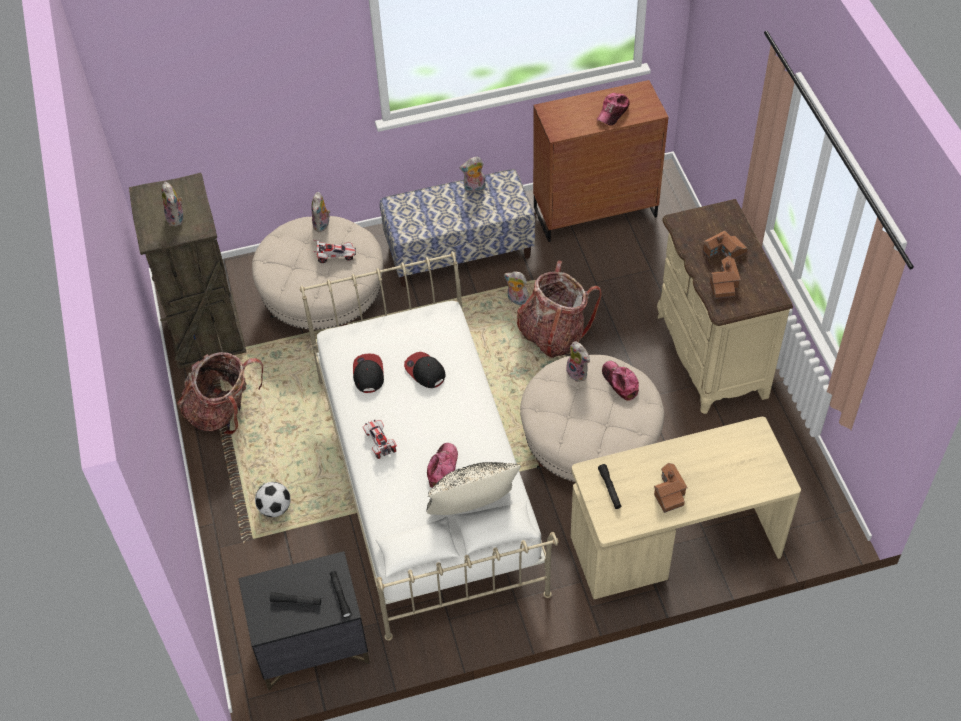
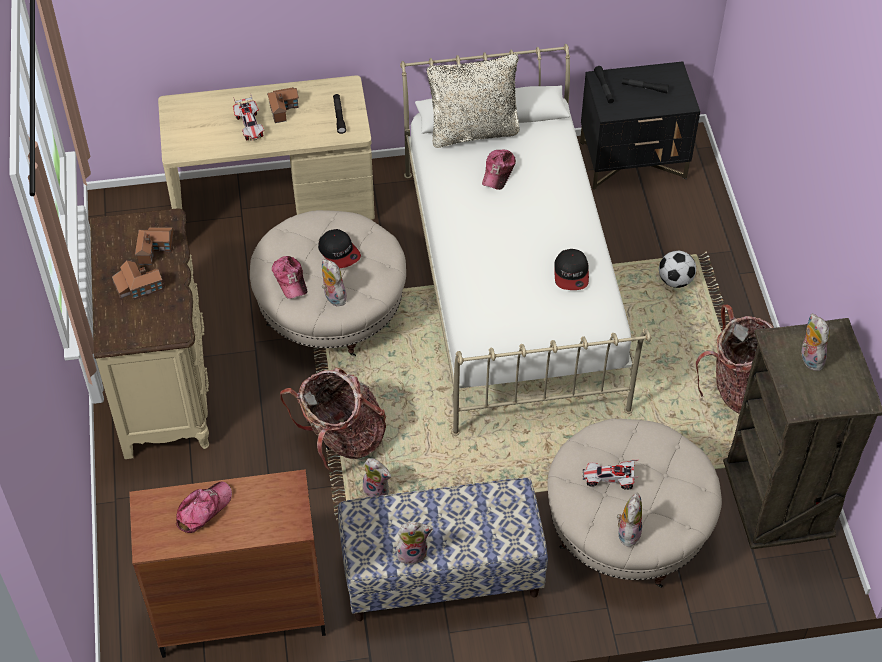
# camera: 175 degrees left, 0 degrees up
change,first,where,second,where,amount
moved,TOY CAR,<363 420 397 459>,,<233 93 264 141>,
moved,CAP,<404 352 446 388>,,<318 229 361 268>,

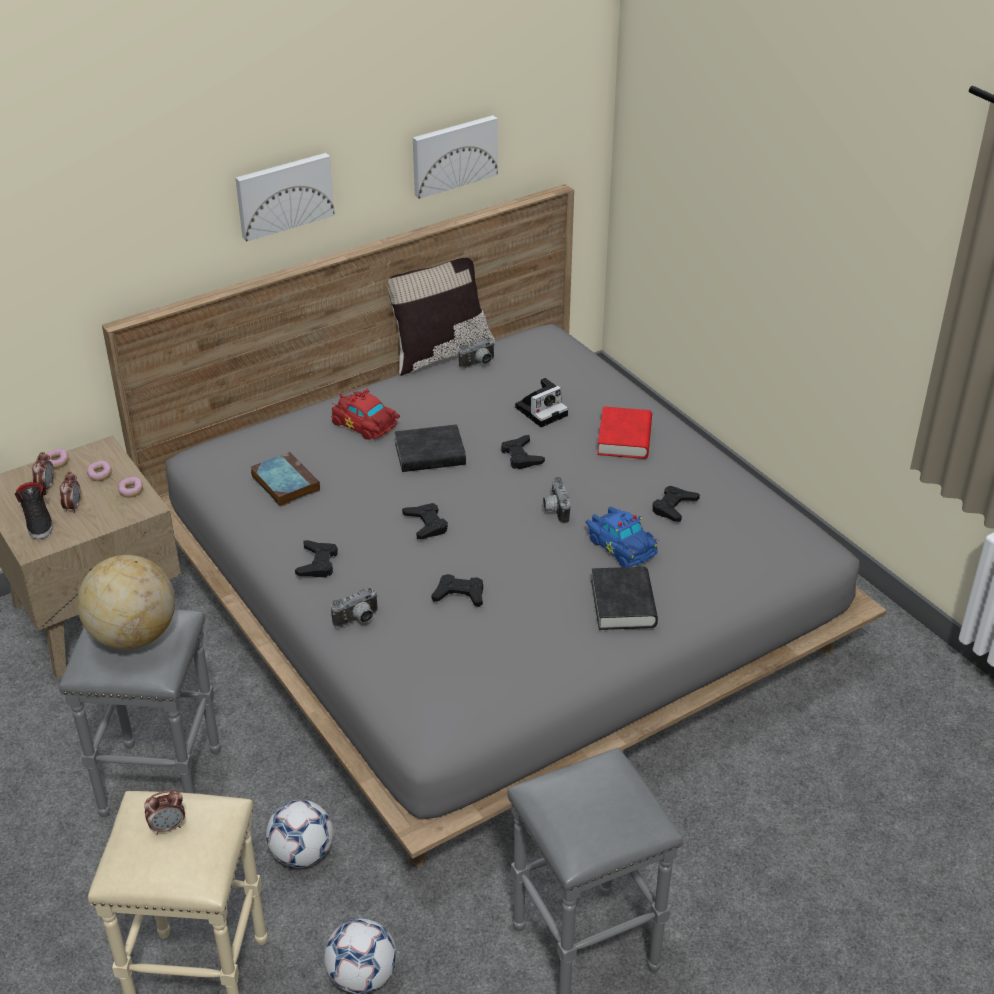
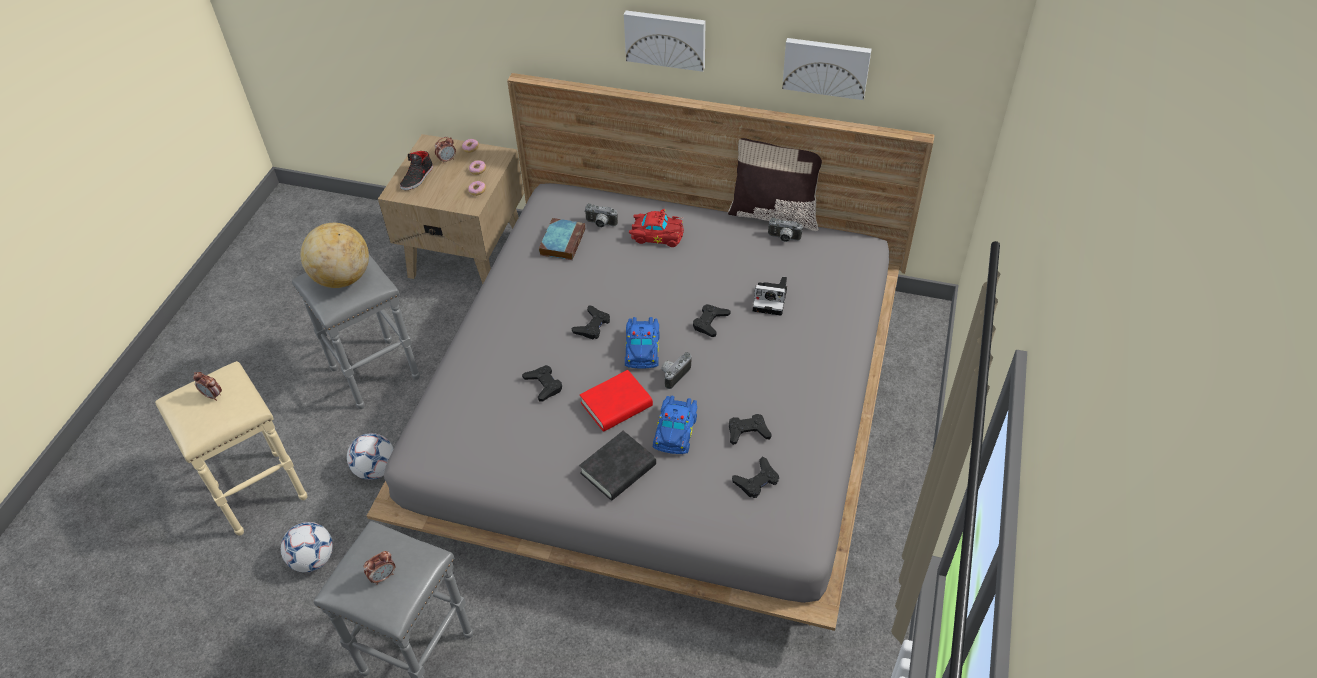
# camera: 50 degrees right, 10 degrees up
change,first,where,second,where,amount
moved,ALARM CLOCK,<59 471 81 513>,,<364 551 395 585>,
moved,RED BOOK,<597 406 652 459>,,<580 370 653 432>,
moved,PHOTO CAMERA,<331 588 378 627>,,<584 203 618 228>,
added,,,BLUE TOY CAR,<625 317 659 369>,
turned,RED TOY CAR,<330 389 400 440>,,<629 209 684 247>,105 degrees clockwise
moved,BLACK GAME CONTROLLER,<295 540 338 577>,,<732 456 779 498>,
removed,BLACK BOOK,<395 424 466 472>,,,

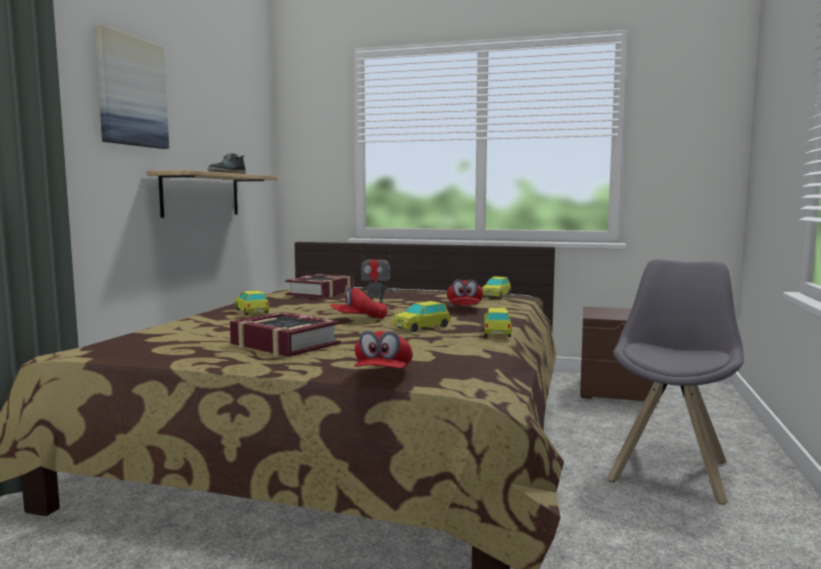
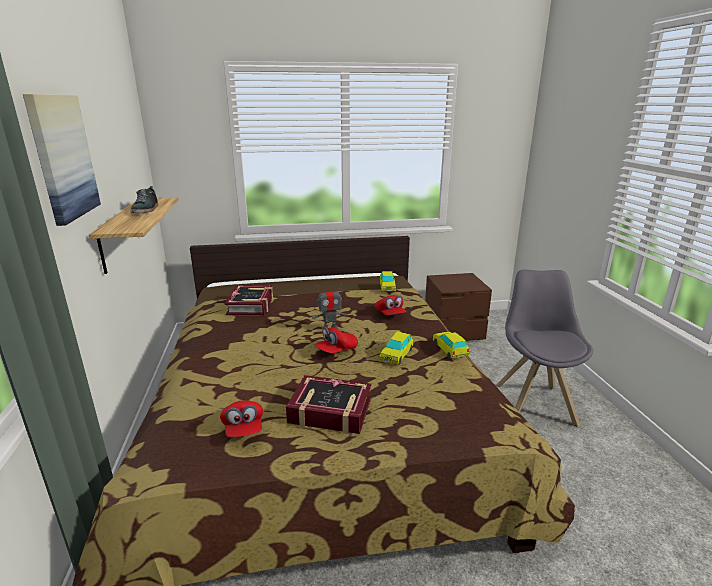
# camera: 25 degrees left, 15 degrees up
change,first,where,second,where,amount
moved,RED CAP,<354 330 413 369>,,<220 400 263 438>,
removed,TOY CAR,<235 290 269 315>,,,

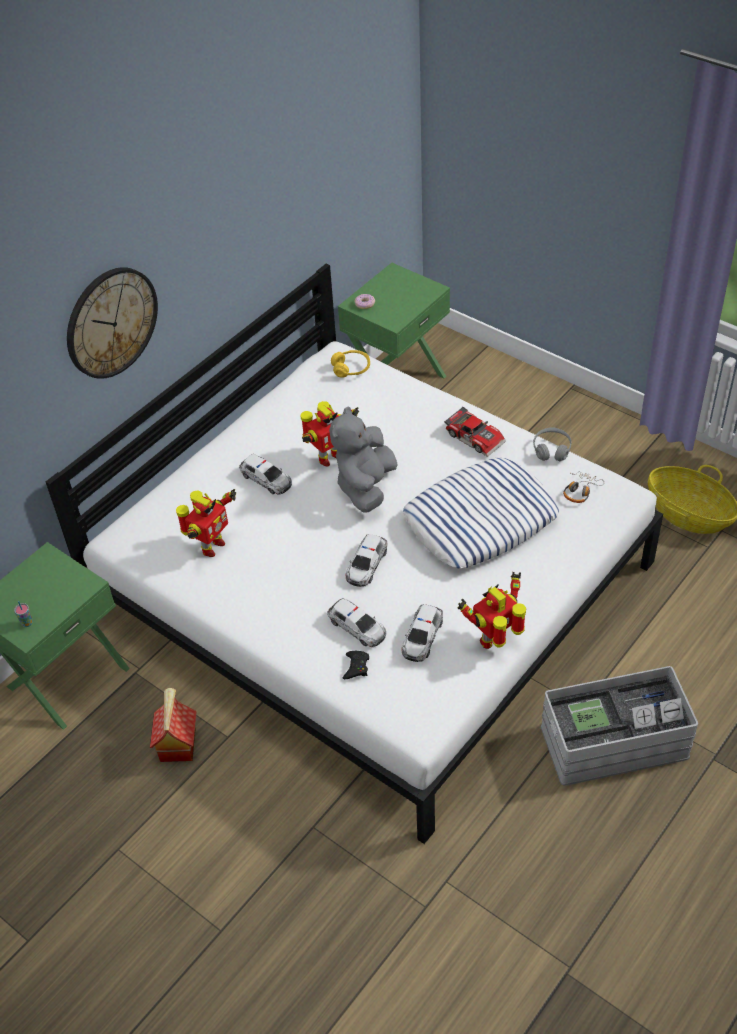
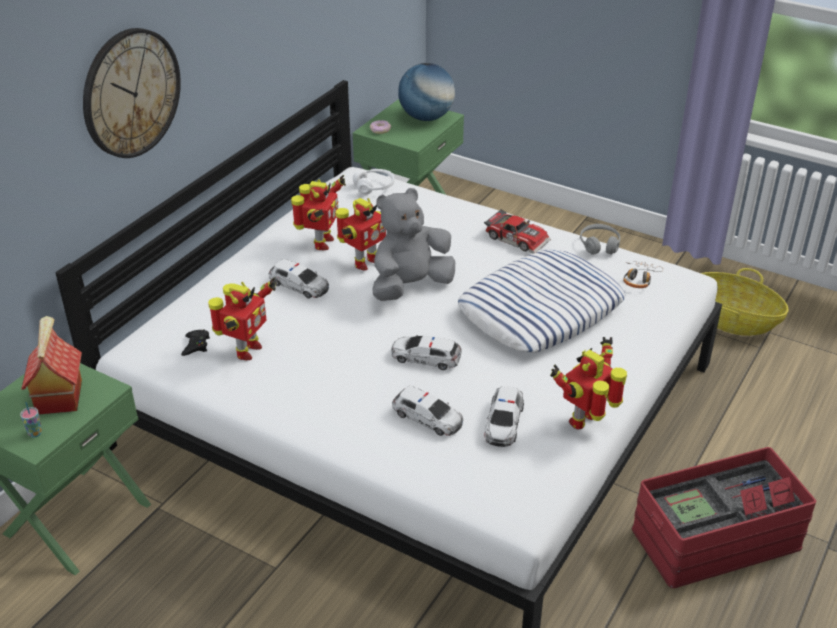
# camera: 10 degrees left, 10 degrees down
change,first,where,second,where,amount
moved,TOY HOUSE,<150 688 197 762>,,<21 316 82 414>,
moved,BLACK GAME CONTROLLER,<343 651 369 679>,,<181 330 210 356>,
added,,,TOY ROBOT,<291 175 346 250>,
recoloured,YELLOW HEADPHONES,<331 350 370 378>,WHITE HEADPHONES,<353 169 394 194>,
turned,GREY PLUSH TOY,<329 406 398 513>,,<372 188 455 301>,45 degrees clockwise
turned,TOY CAR,<346 534 388 587>,,<391 335 462 370>,90 degrees clockwise
added,,,GLOBE,<398 63 455 121>,
recoloured,GREY STORAGE BOX,<541 666 698 786>,RED STORAGE BOX,<632 447 816 588>,

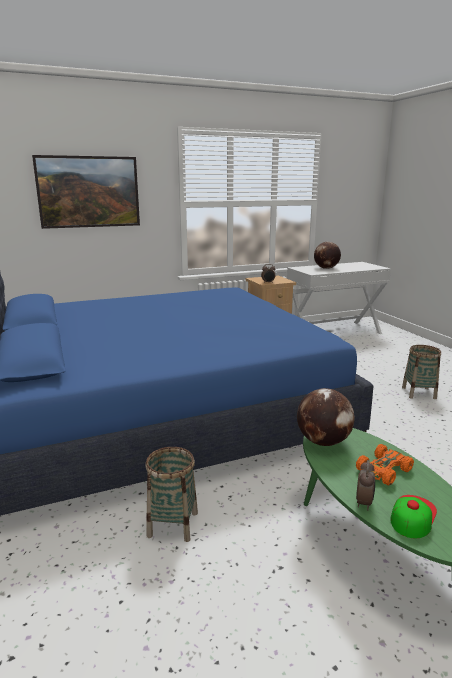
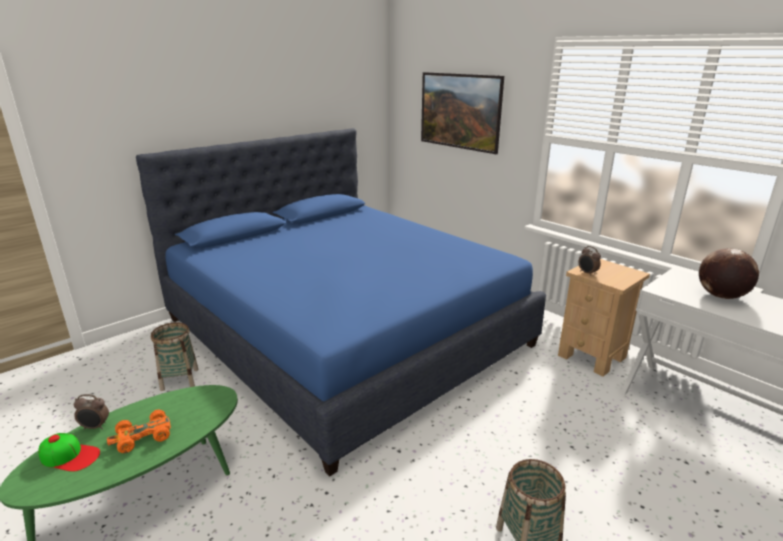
# camera: 70 degrees right, 5 degrees up
change,first,where,second,where,amount
turned,ORANGE TOY CAR,<356 444 414 485>,,<107 410 171 453>,60 degrees counterclockwise
removed,GLOBE,<297 388 355 446>,,,

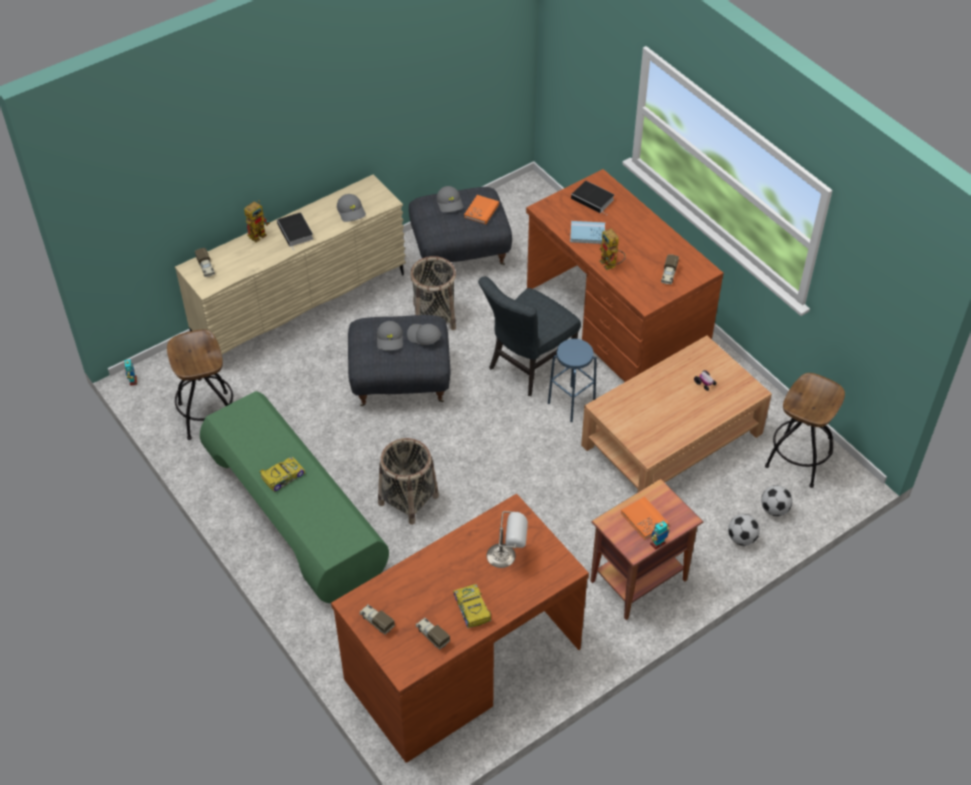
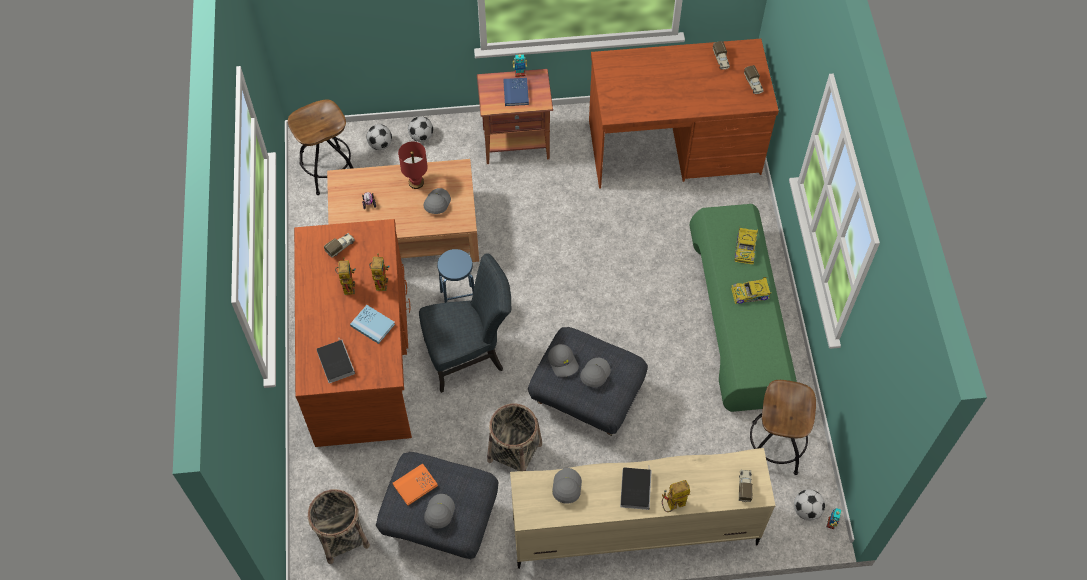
# camera: 150 degrees left, 10 degrees up
change,first,where,second,where,amount
moved,BASKET,<378 438 439 525>,,<308 489 370 564>,
added,,,TOY ROBOT,<335 257 356 295>,
added,,,RED TABLE LAMP,<398 141 428 189>,
added,,,GREY CAP,<423 188 451 214>,
recoloured,ORANGE BOOK,<621 497 669 540>,BLUE BOOK,<503 78 529 106>,
moved,TOY CAR,<453 584 491 628>,,<734 227 758 264>,
added,,,FOOTBALL,<794 489 825 520>,
removed,WHITE TABLE LAMP,<486 511 528 568>,,,

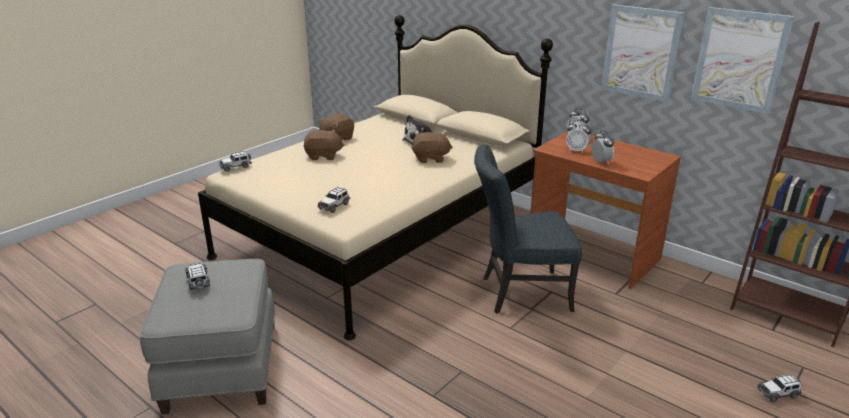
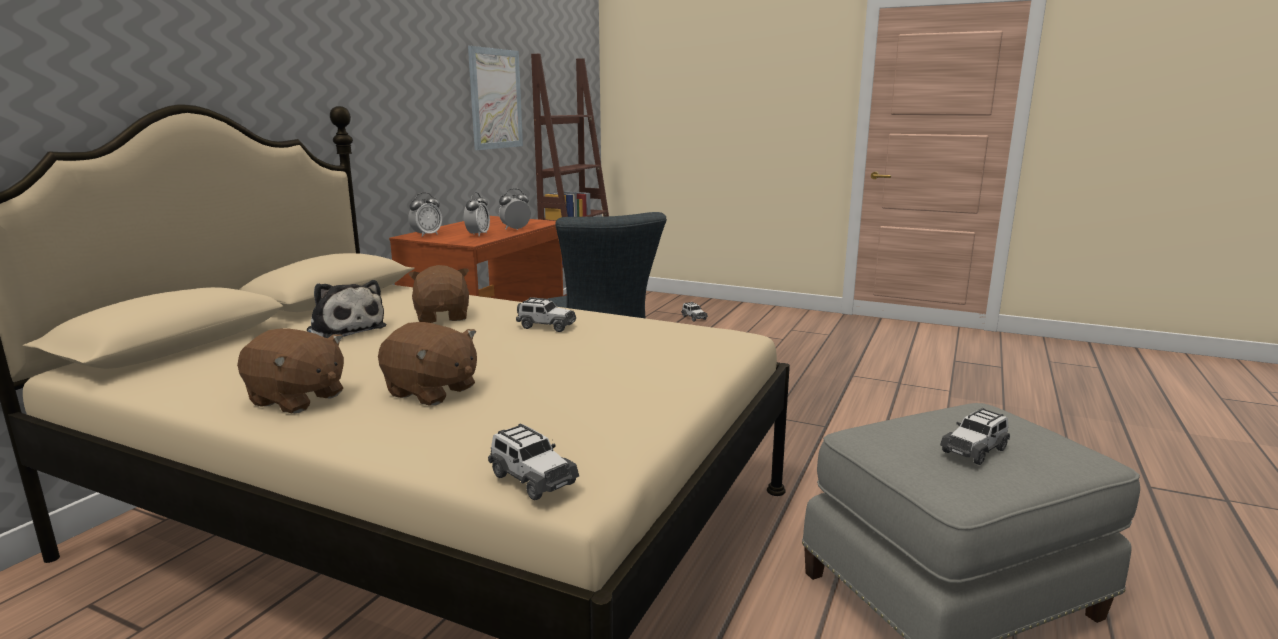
# camera: 105 degrees left, 10 degrees down
change,first,where,second,where,amount
turned,BROWN PLUSH TOY,<303 130 344 160>,,<378 322 477 406>,135 degrees clockwise
moved,TOY CAR,<318 187 350 213>,,<516 297 576 332>,
removed,PICTURE,<602 4 684 102>,,,

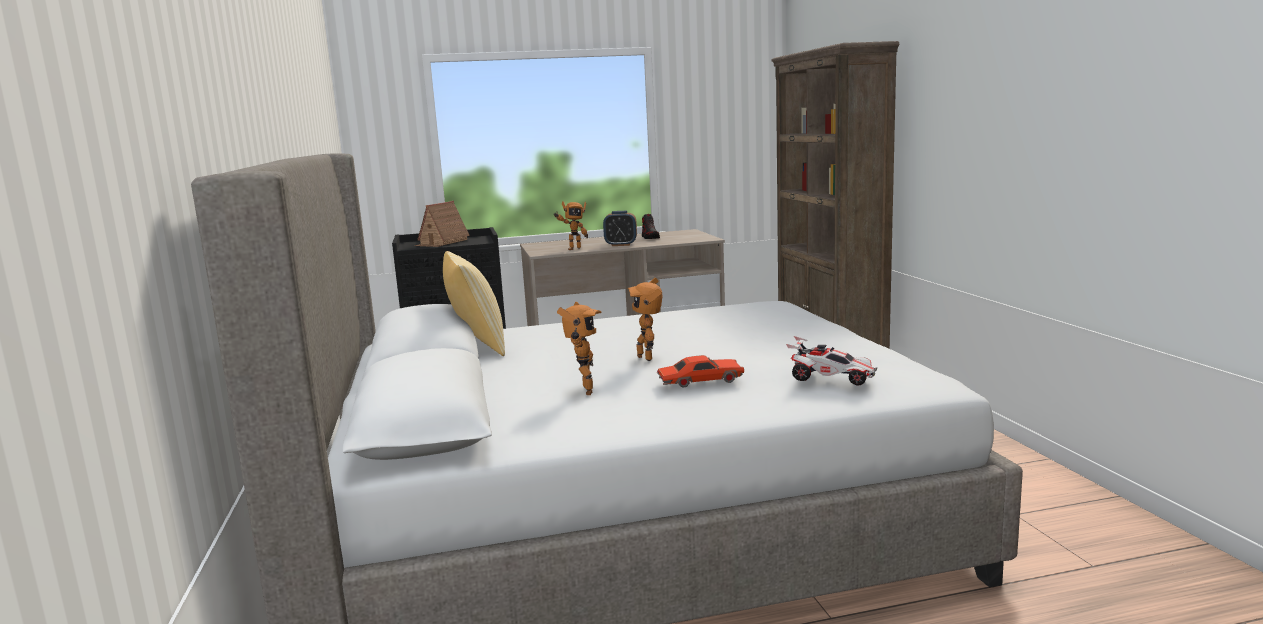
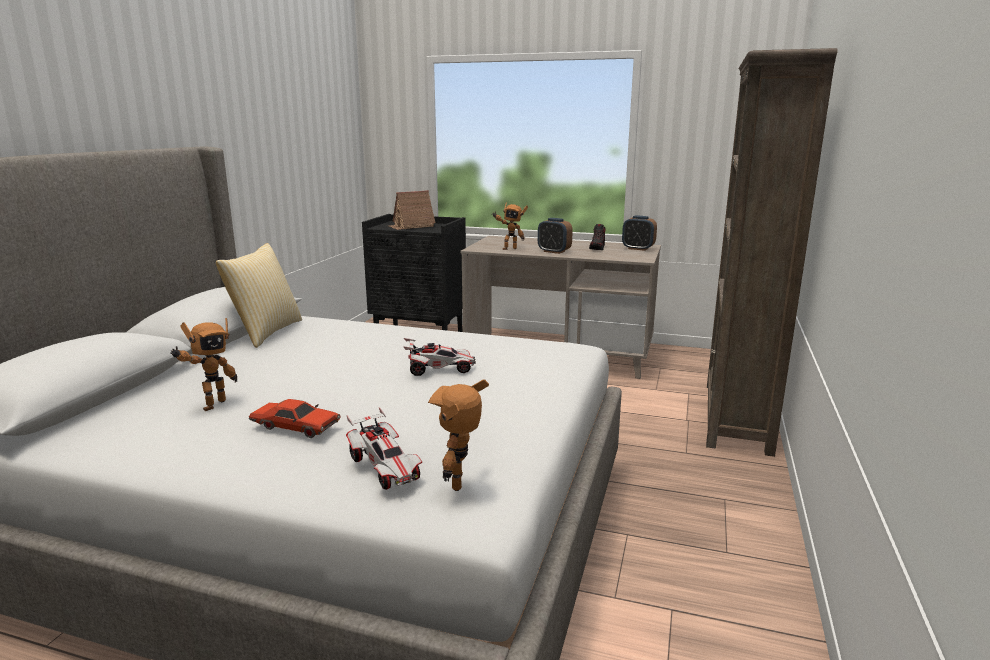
# camera: 30 degrees right, 5 degrees up
change,first,where,second,where,amount
added,,,TOY CAR,<403 338 476 376>,
moved,TOY ROBOT,<627 278 662 361>,,<428 379 489 491>,
added,,,ALARM CLOCK,<622 215 657 251>,

